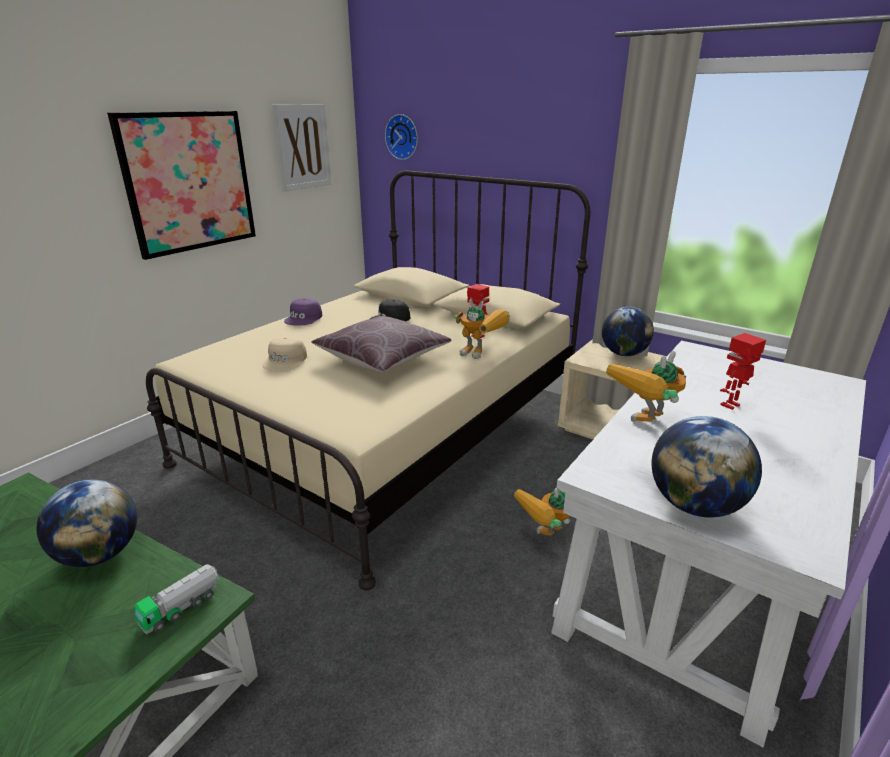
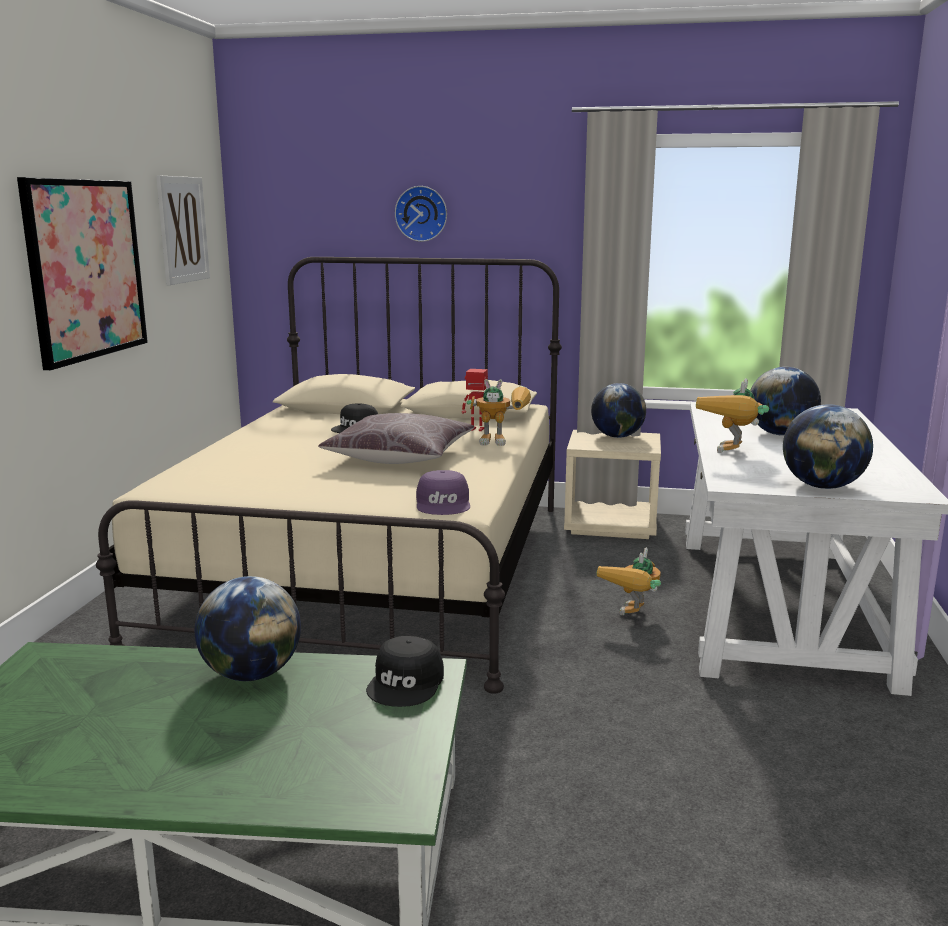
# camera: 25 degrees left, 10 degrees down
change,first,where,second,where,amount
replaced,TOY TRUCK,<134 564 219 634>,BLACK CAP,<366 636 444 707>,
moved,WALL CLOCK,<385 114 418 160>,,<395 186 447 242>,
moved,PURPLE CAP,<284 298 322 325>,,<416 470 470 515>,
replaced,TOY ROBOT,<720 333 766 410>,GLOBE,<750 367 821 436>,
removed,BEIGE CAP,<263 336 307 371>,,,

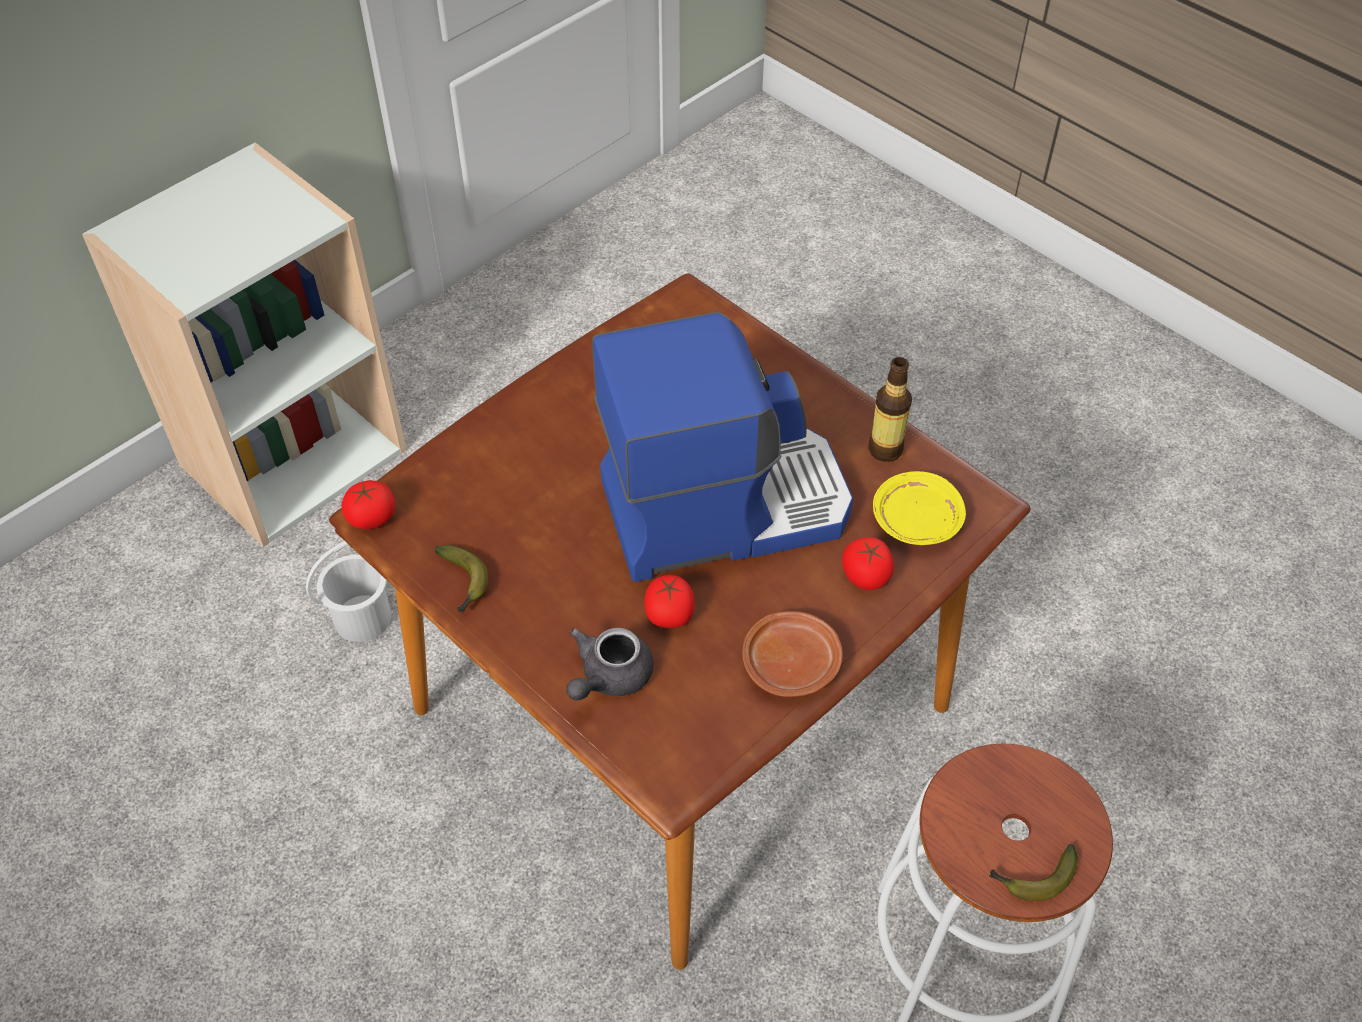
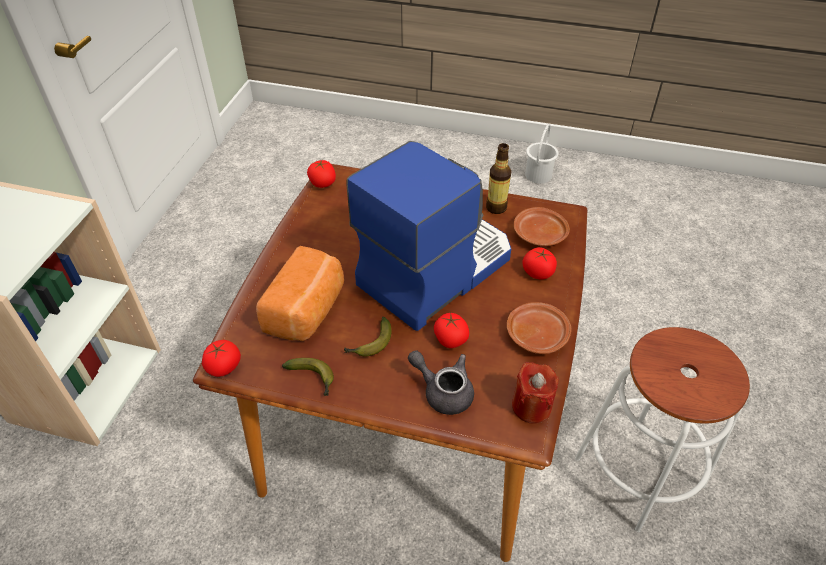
# camera: 30 degrees left, 5 degrees down
change,first,where,second,where,amount
added,,,BREAD,<256 246 344 341>,
added,,,TOMATO,<307 160 336 188>,
moved,BANANA,<989 844 1078 901>,,<344 317 391 356>,
turned,GREY TEAPOT,<566 628 653 700>,,<408 350 474 415>,120 degrees clockwise
added,,,RED CANDLE,<512 362 559 424>,
recoloured,YELLOW PLATE,<873 471 966 545>,BROWN PLATE,<514 207 570 246>,
moved,WHITE BUCKET,<306 541 391 642>,,<525 124 559 184>,

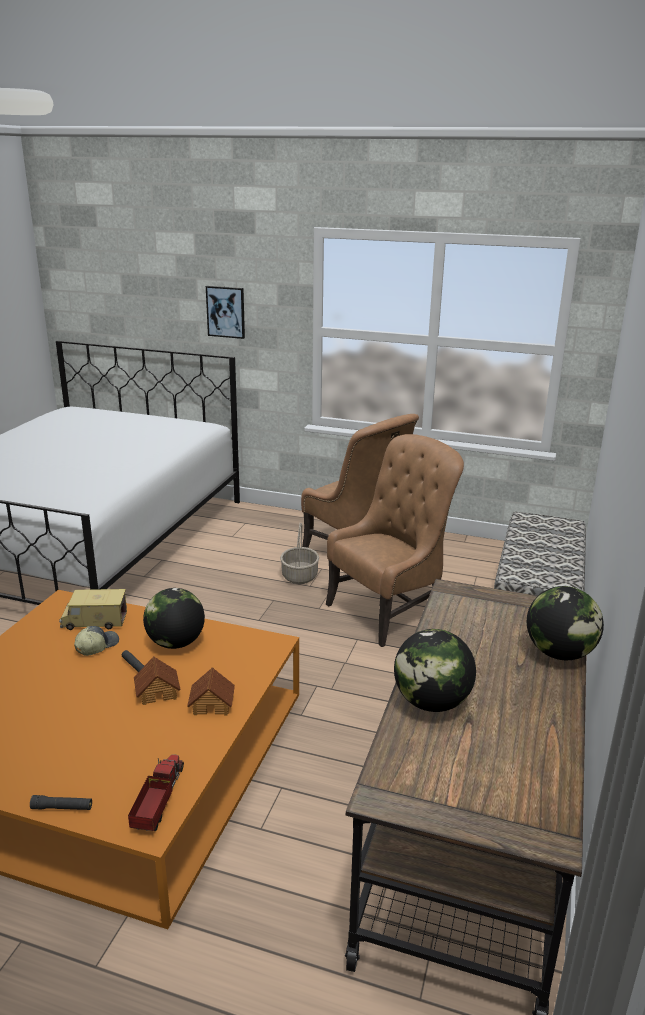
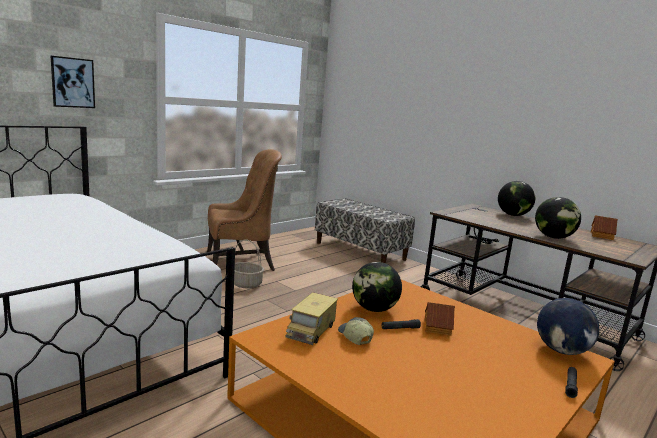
# camera: 65 degrees left, 10 degrees down
change,first,where,second,where,amount
replaced,TOY TRUCK,<128 754 184 831>,GLOBE,<537 298 599 355>,
moved,TOY HOUSE,<187 667 235 715>,,<591 216 618 240>,
removed,BROWN CHAIR,<326 434 464 647>,,,

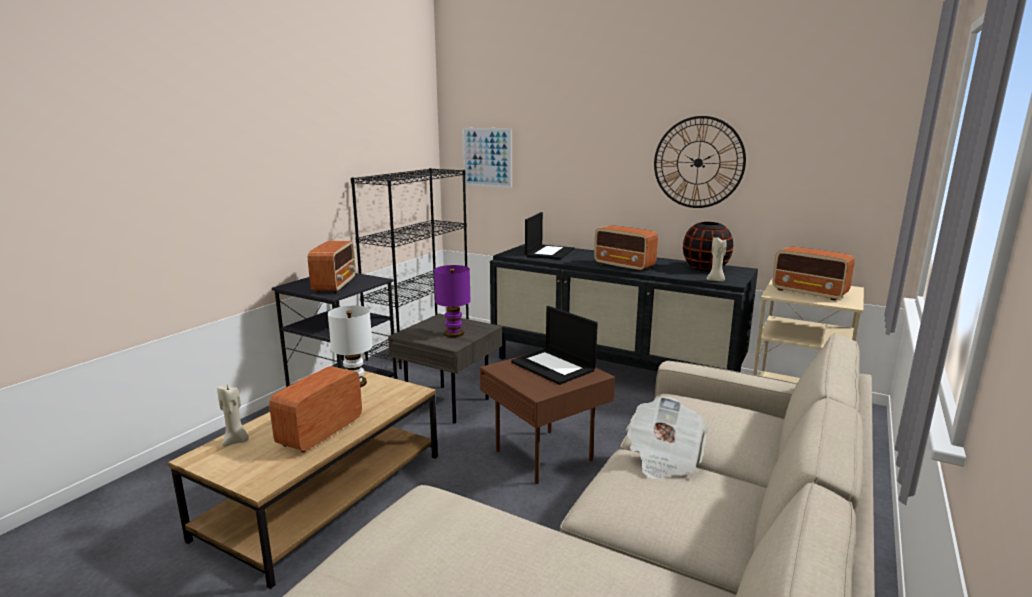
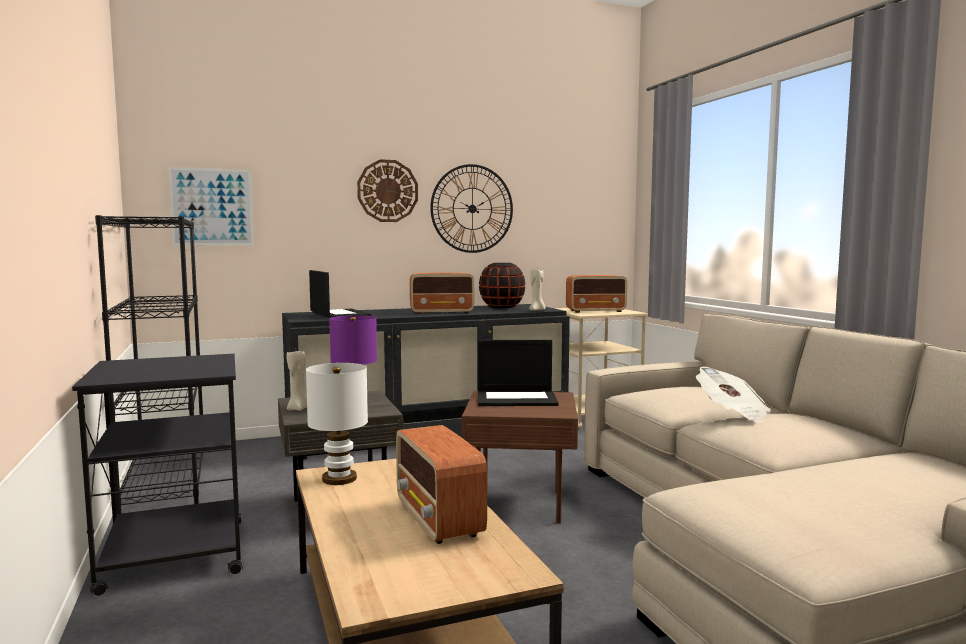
# camera: 50 degrees left, 10 degrees down
change,first,where,second,where,amount
moved,BEIGE CANDLE,<217 384 249 447>,,<287 351 307 411>,
added,,,WALL CLOCK,<357 159 418 222>,
removed,RADIO,<308 241 356 293>,,,

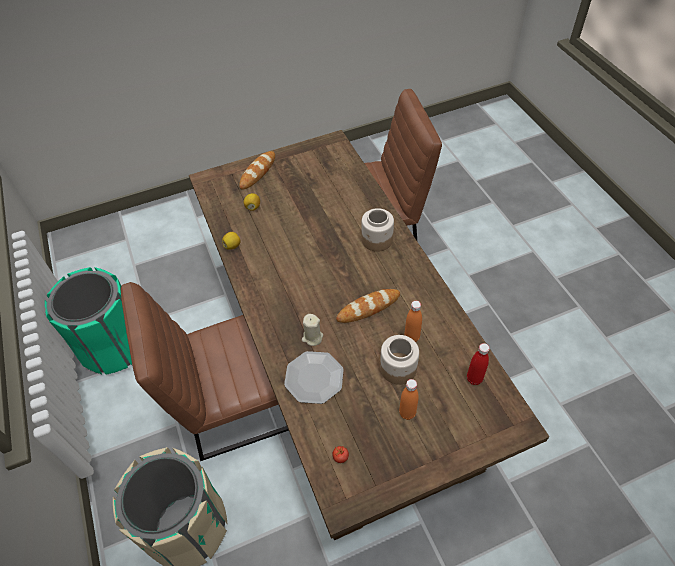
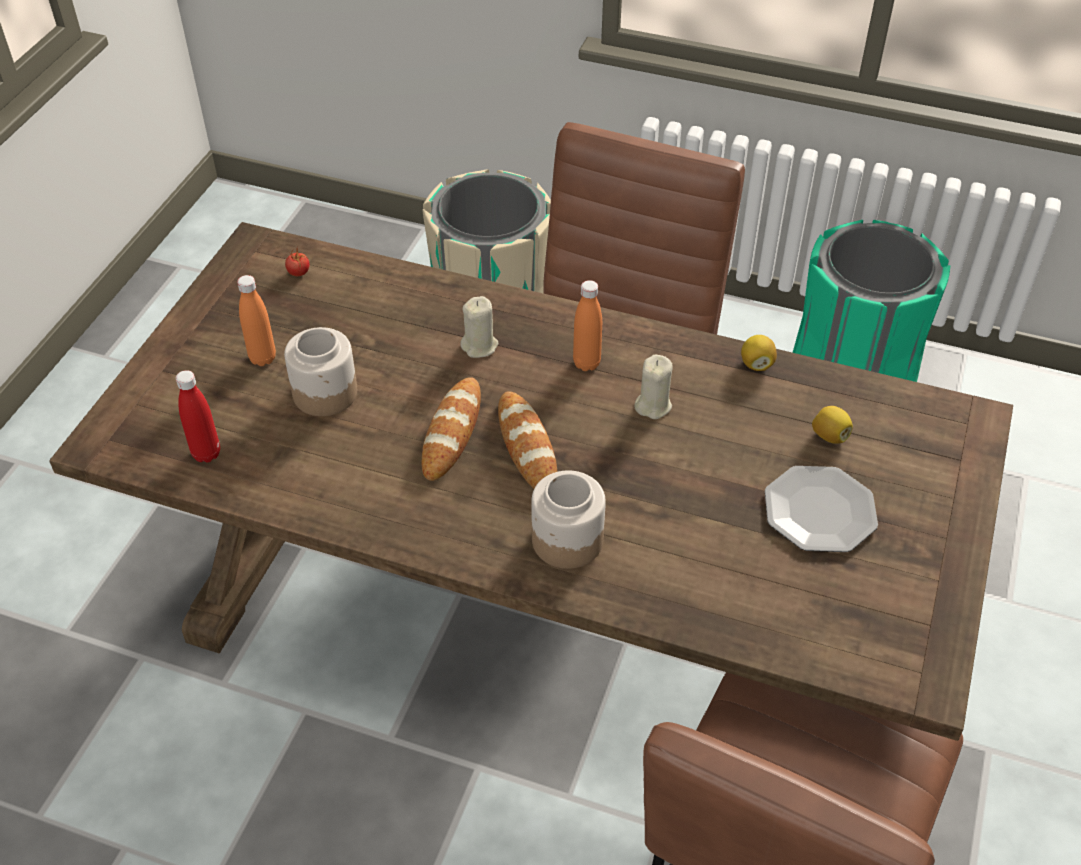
# camera: 130 degrees right, 5 degrees down
change,first,where,second,where,amount
moved,BREAD,<239 151 275 190>,,<498 391 557 488>,
moved,ORANGE BOTTLE,<404 301 422 342>,,<573 280 602 371>,
added,,,BEIGE CANDLE,<634 354 673 419>,
moved,PLATE,<284 351 344 404>,,<765 466 878 552>,

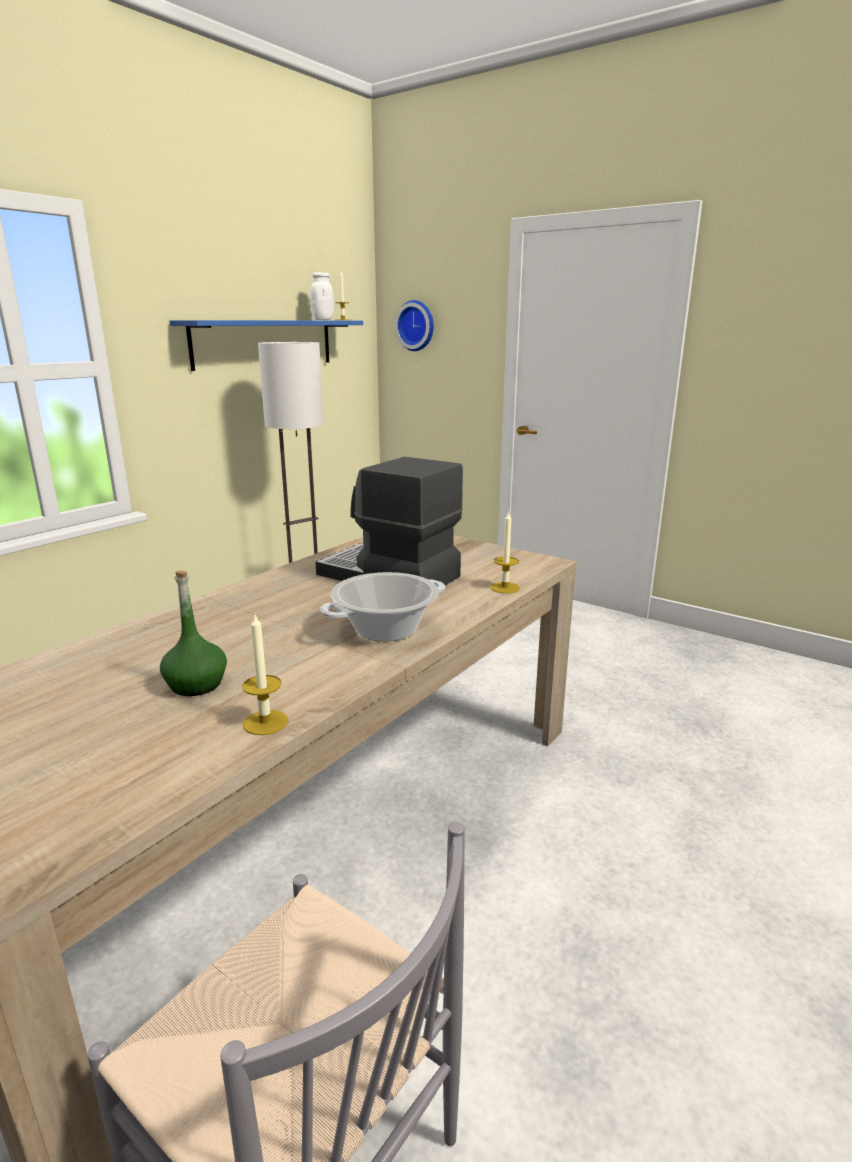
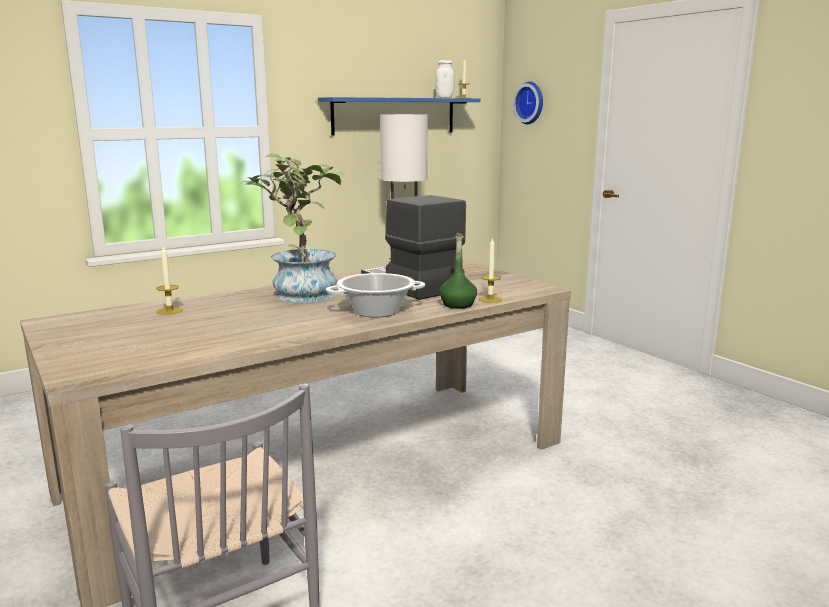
# camera: 20 degrees right, 5 degrees down
change,first,where,second,where,amount
moved,CANDLE,<242 615 288 735>,,<156 245 183 315>,
added,,,POTTED PLANT,<238 153 345 303>,
moved,GREEN BOTTLE,<160 571 227 696>,,<439 233 477 309>,

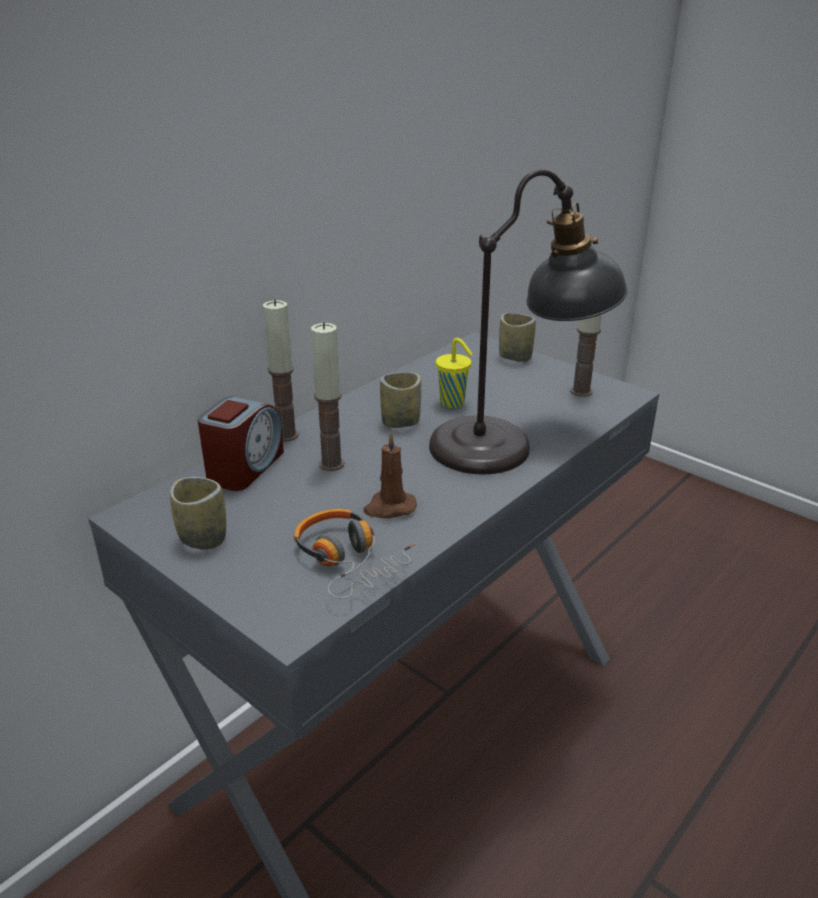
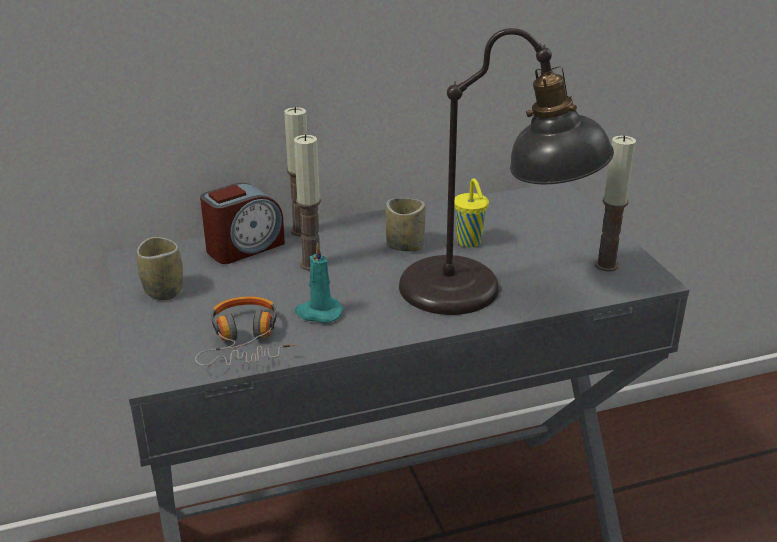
# camera: 30 degrees right, 0 degrees up
change,first,where,second,where,amount
recoloured,BROWN CANDLE,<363 431 417 518>,TURQUOISE CANDLE,<295 243 344 323>,
removed,CUP,<499 313 536 362>,,,

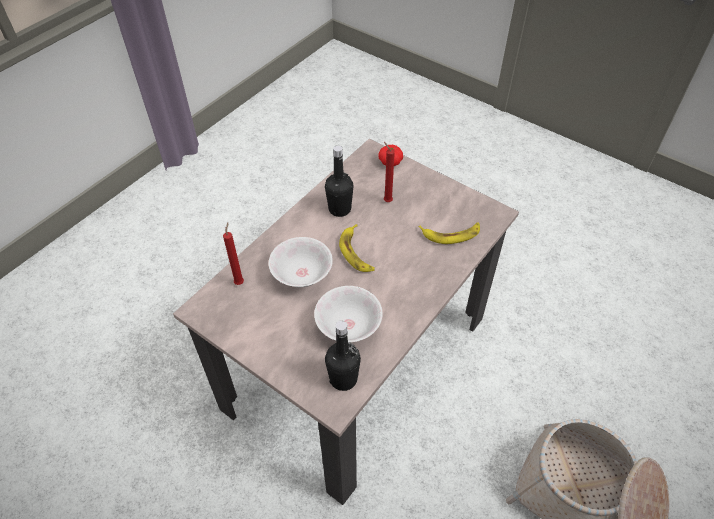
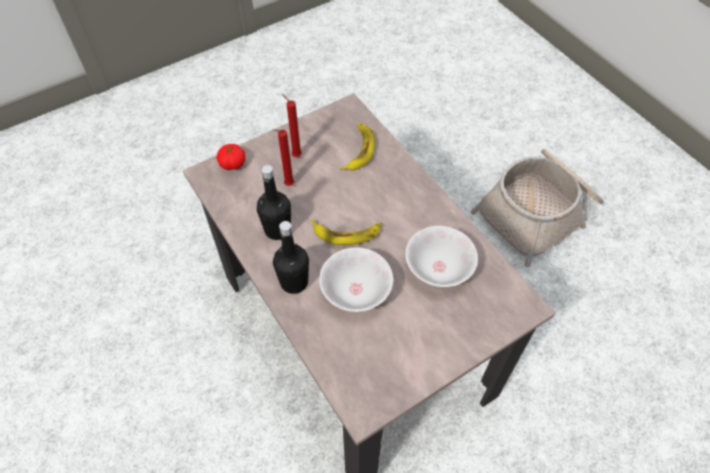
# camera: 70 degrees left, 5 degrees up
change,first,where,second,where,amount
moved,BLACK BOTTLE,<325 321 361 391>,,<273 221 309 294>,
moved,RED CANDLE,<223 223 244 285>,,<282 94 302 157>,

